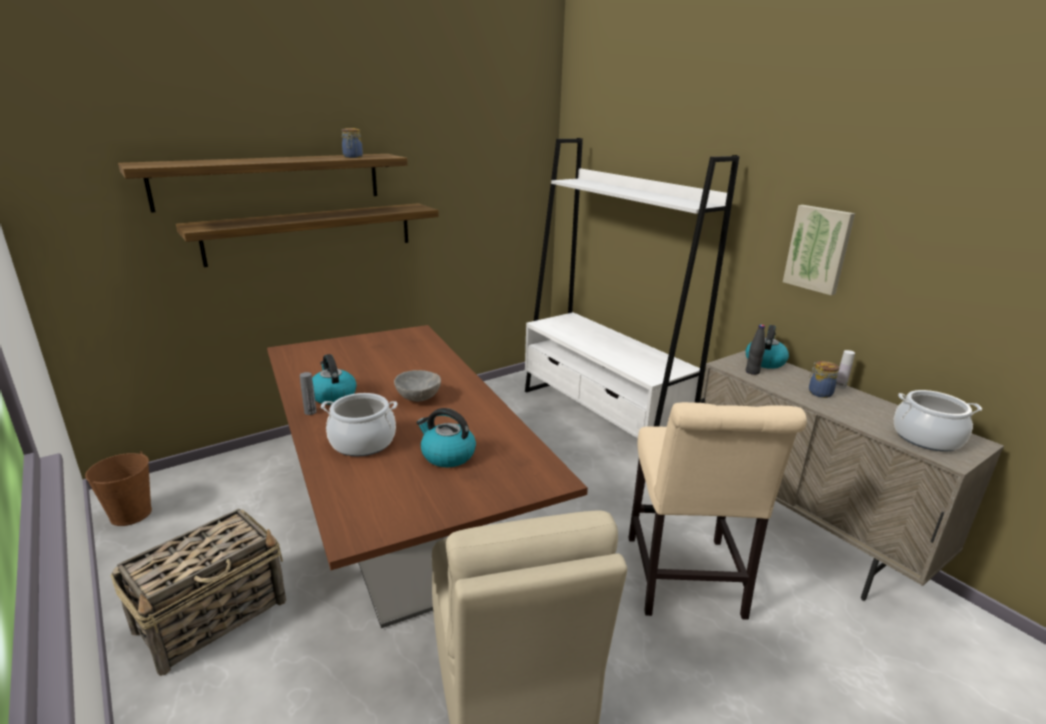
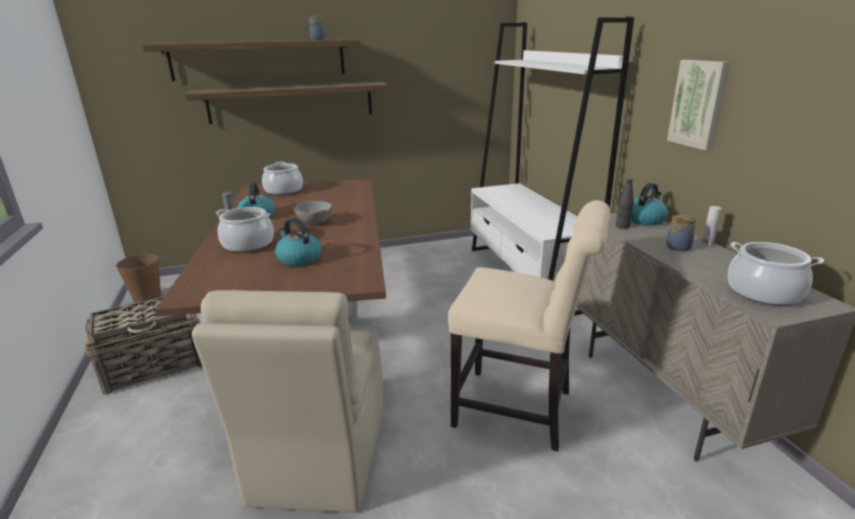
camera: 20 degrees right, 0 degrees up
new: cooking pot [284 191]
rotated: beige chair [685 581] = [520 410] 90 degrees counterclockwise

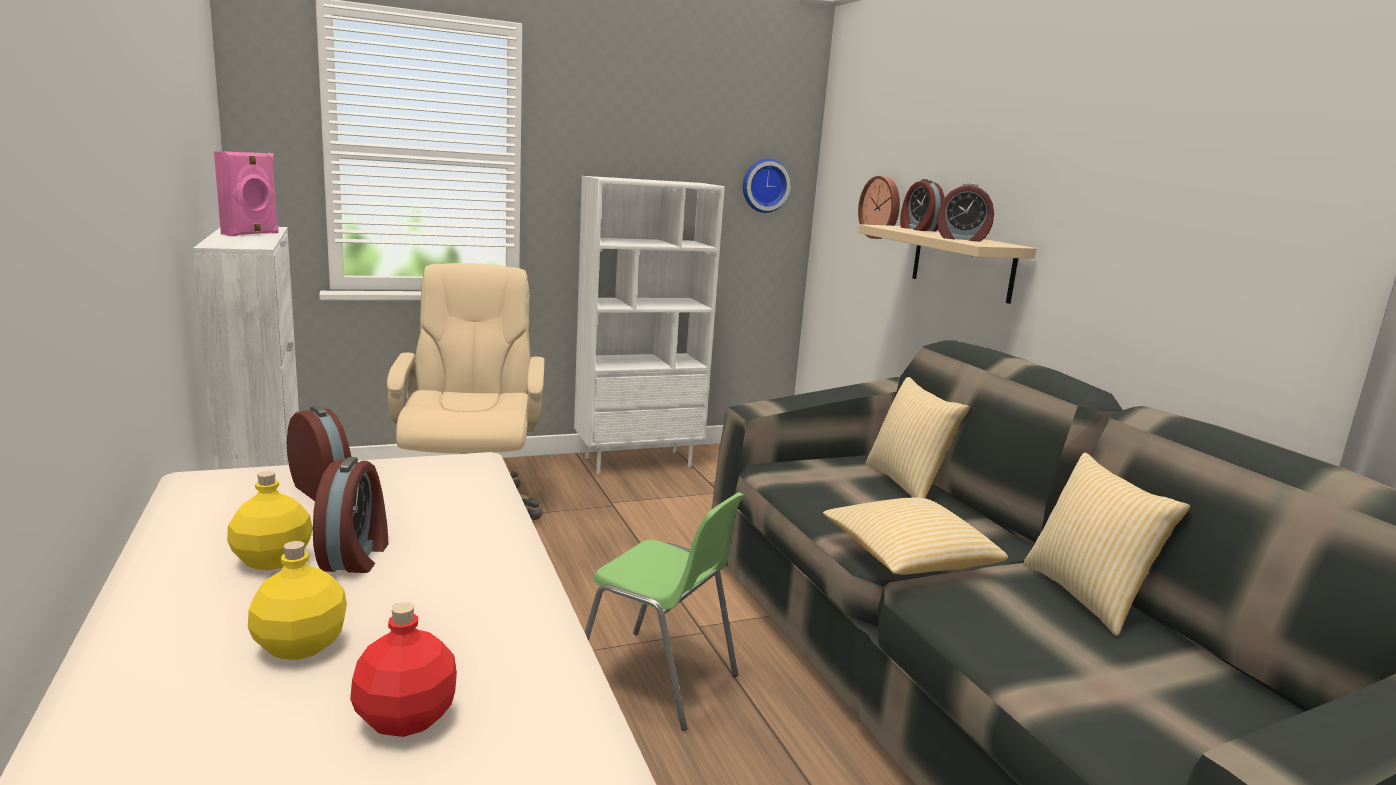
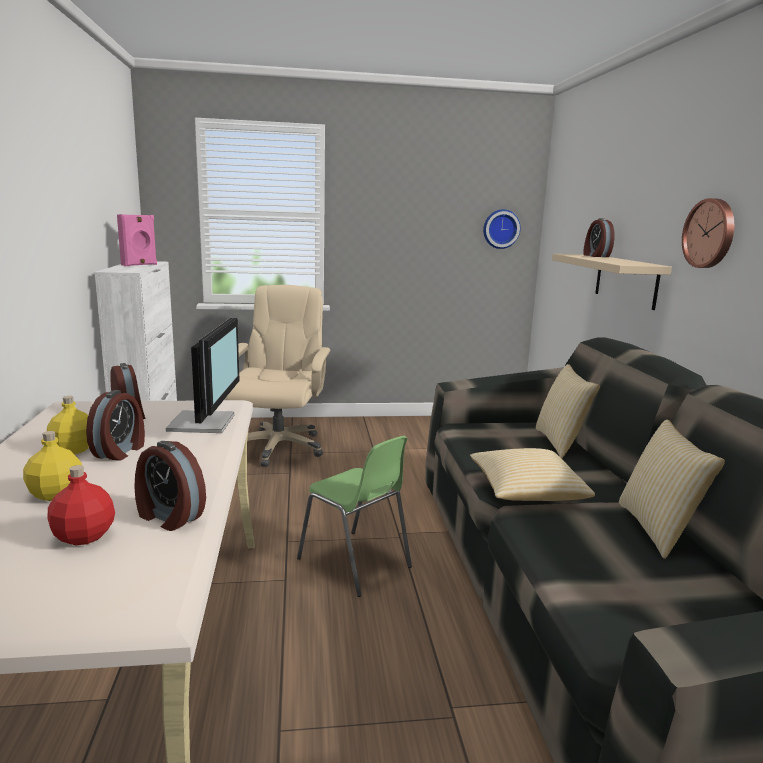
camera: 15 degrees right, 0 degrees up
gone: white bookcase [638 461]
new: monitor [205 422]
shifted: alarm clock [962 239] to [168 516]; wall clock [881 207] to [710 233]

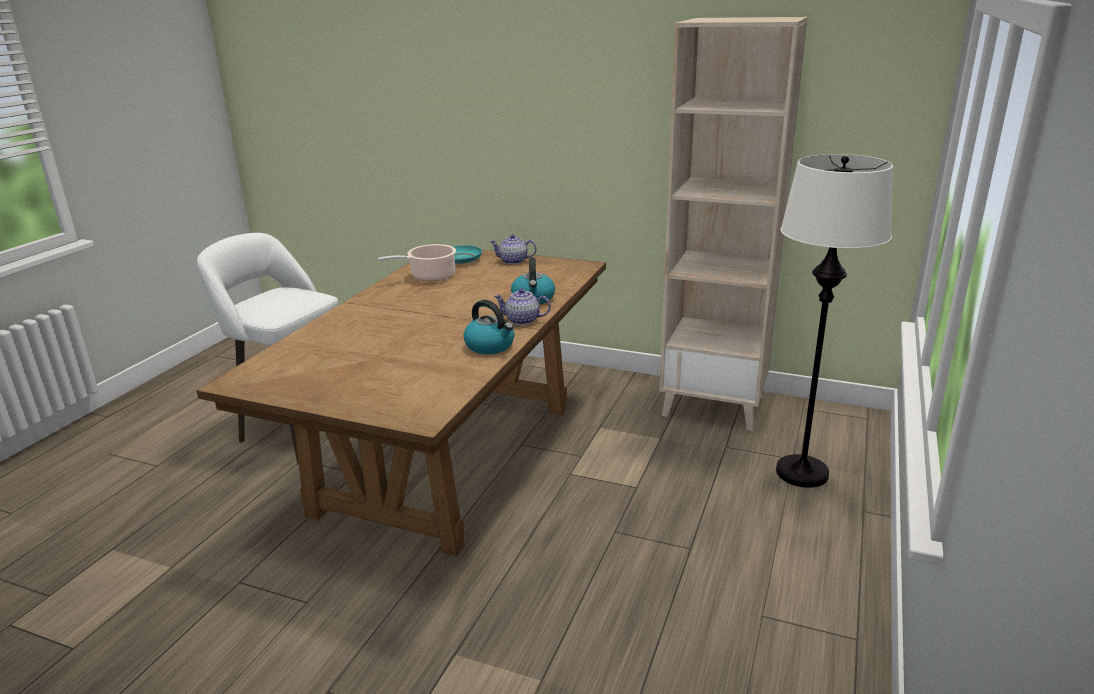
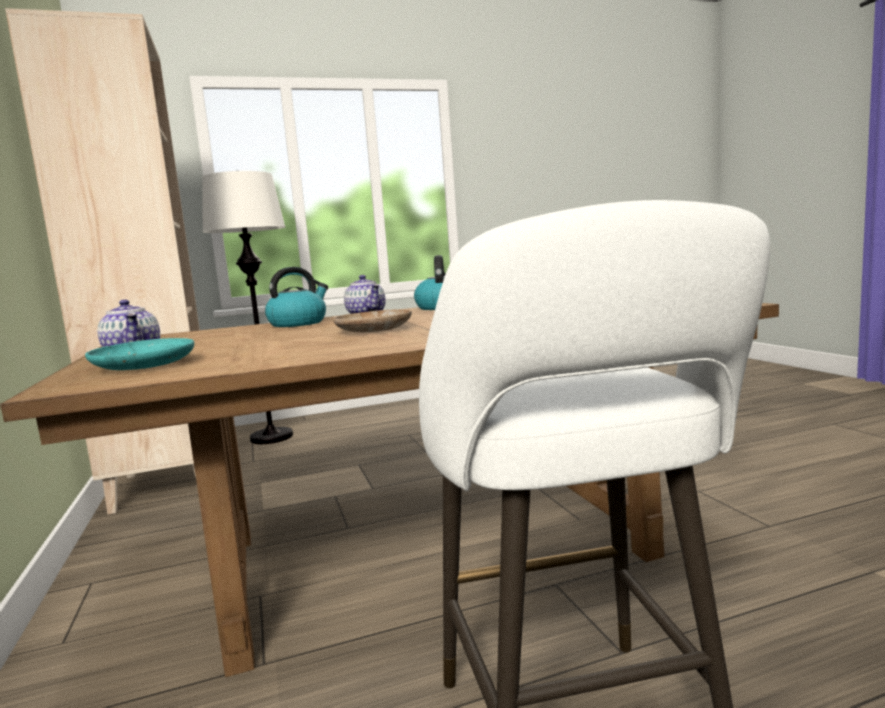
camera: 130 degrees left, 15 degrees down
gone: cooking pot [430 276]
new: beige plate [373 330]

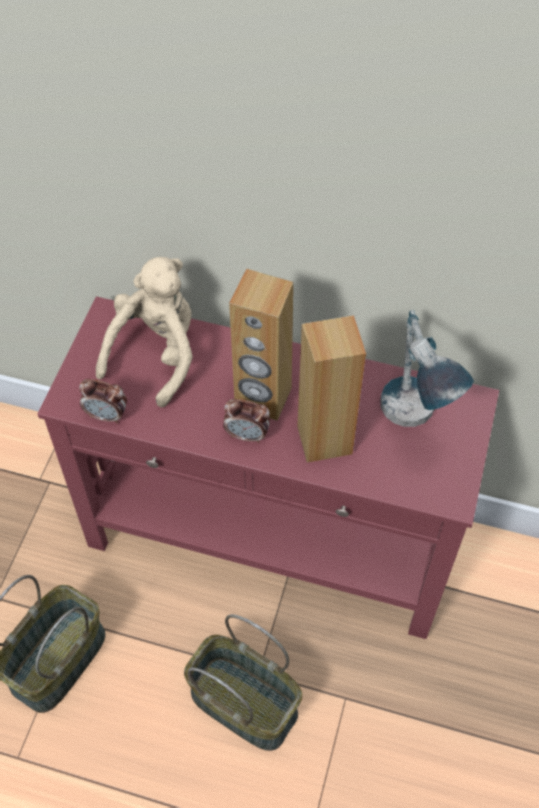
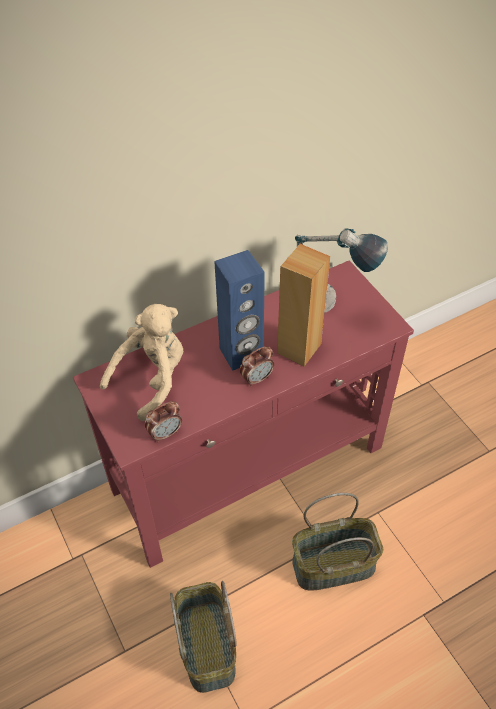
camera: 45 degrees left, 5 degrees down
repainted: brown speaker [263 398] to blue speaker [241 354]
rotated: beige plush toy [156 354] = [152 378] 60 degrees clockwise

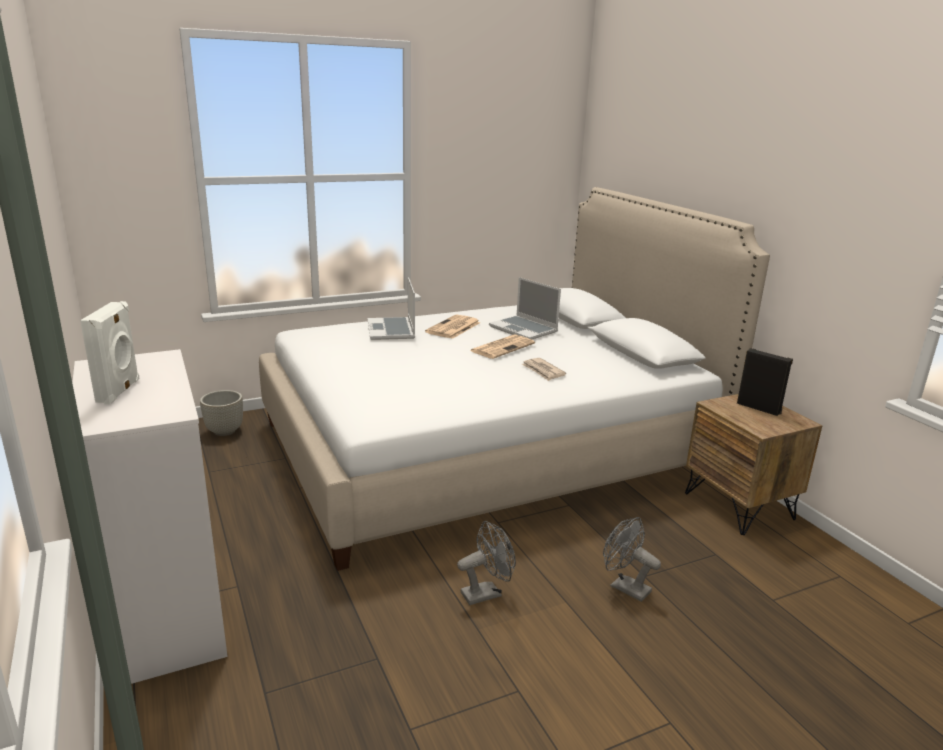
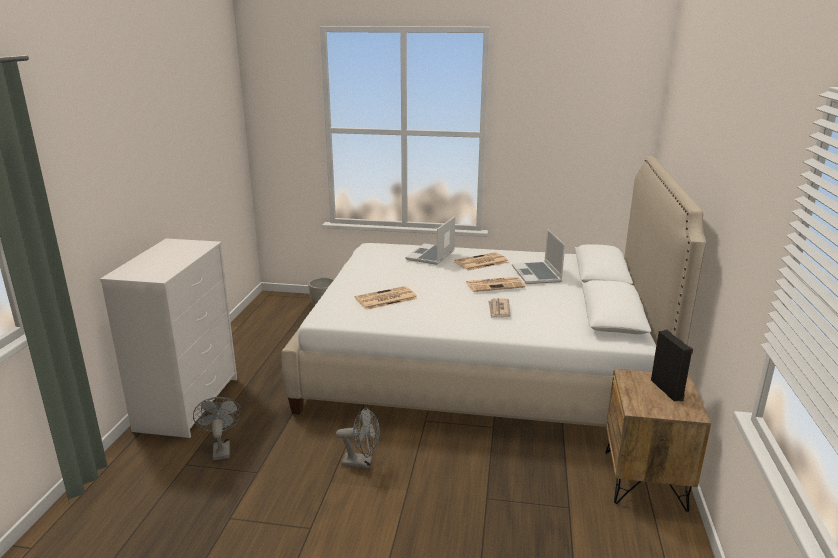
camera: 35 degrees right, 0 degrees up
gone: white speaker [120 391]
new: newspaper [385 299]
shifted: grey fan [624 587] to [221 448]

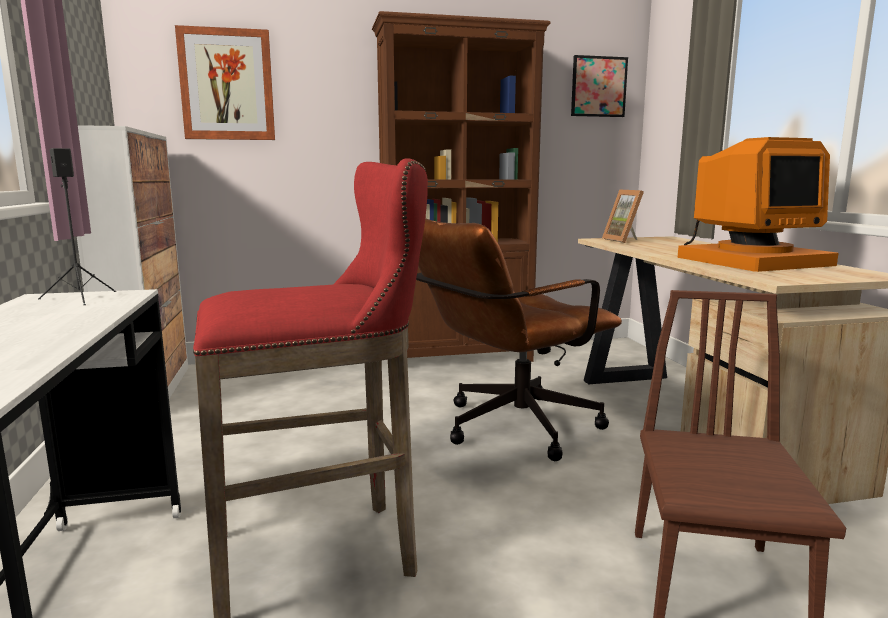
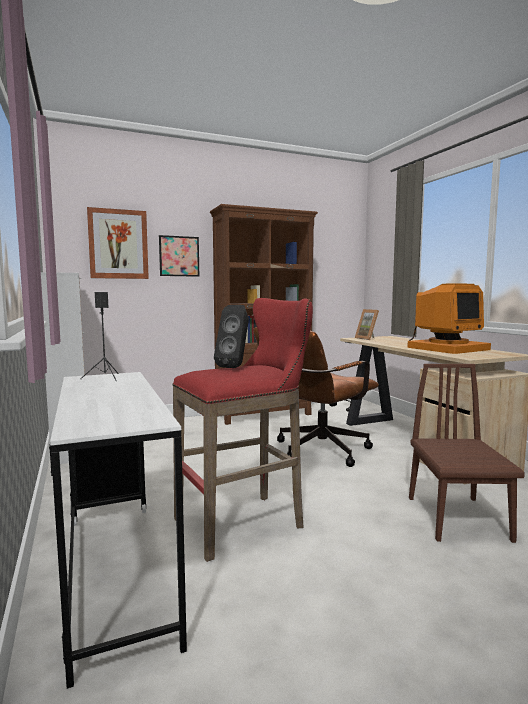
camera: 10 degrees left, 5 degrees down
new: black speaker [235 367]
shifted: picture [598 86] to [179 256]

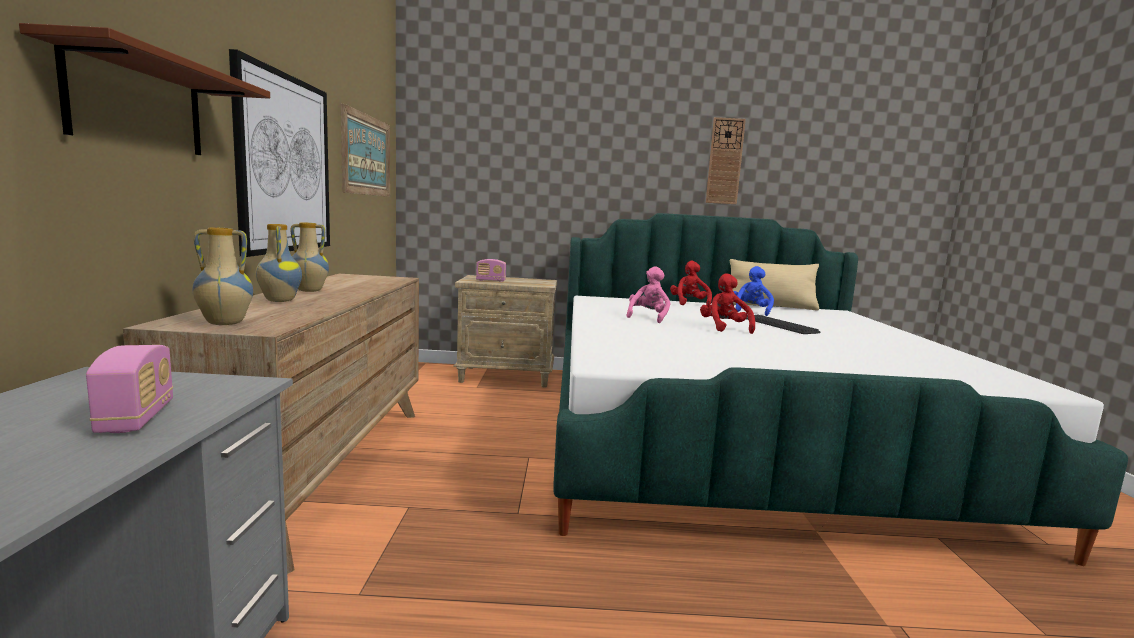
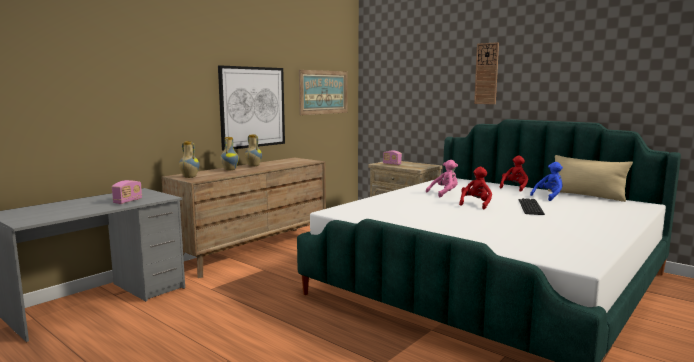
camera: 40 degrees right, 0 degrees up
gone: brown shelf [138 104]
shifted: wall clock [725 161] to [486 73]

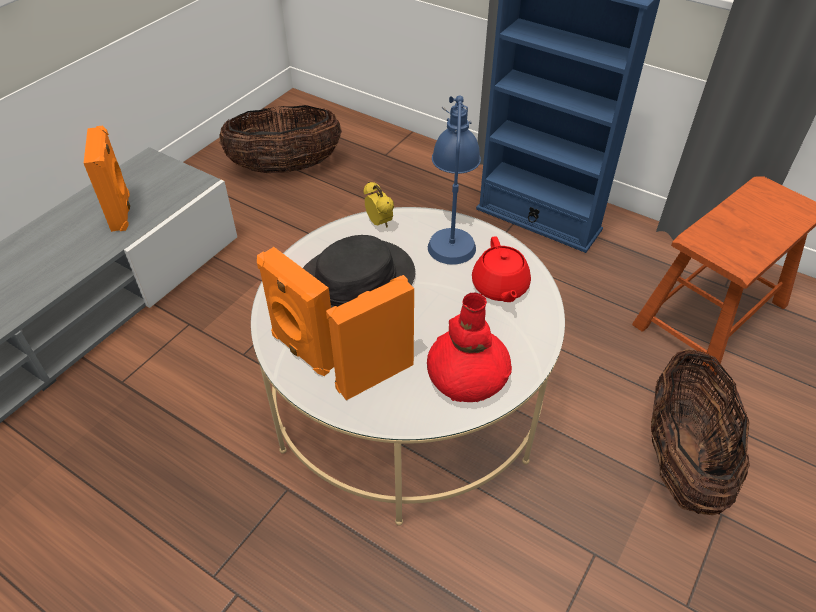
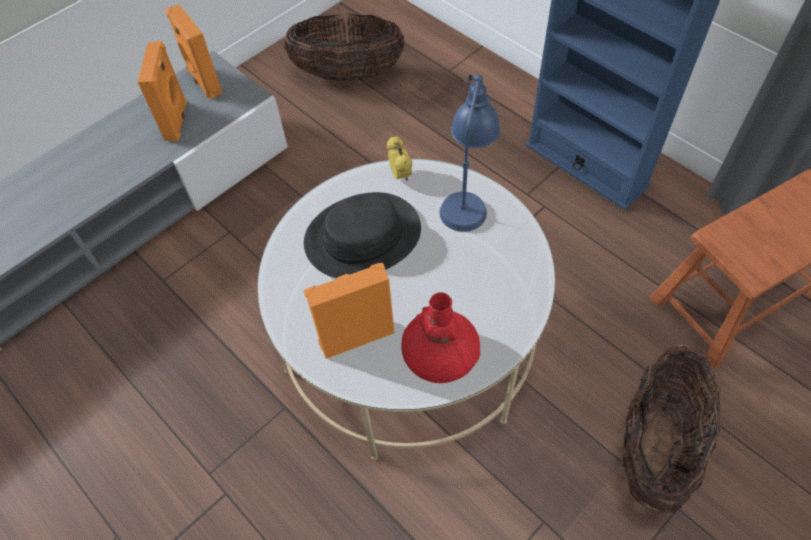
camera: 15 degrees right, 10 degrees up
gone: red teapot [499 287]
shifted: orange speaker [302 351] to [203 82]

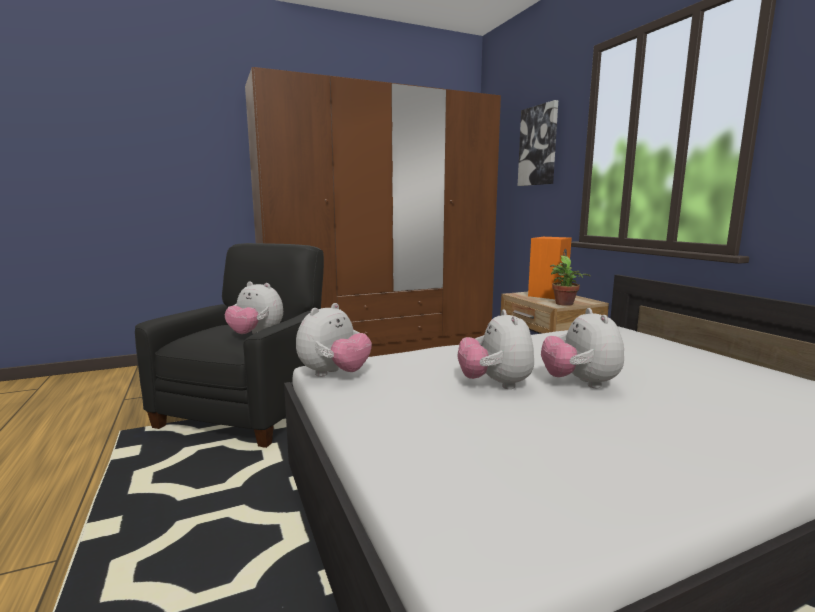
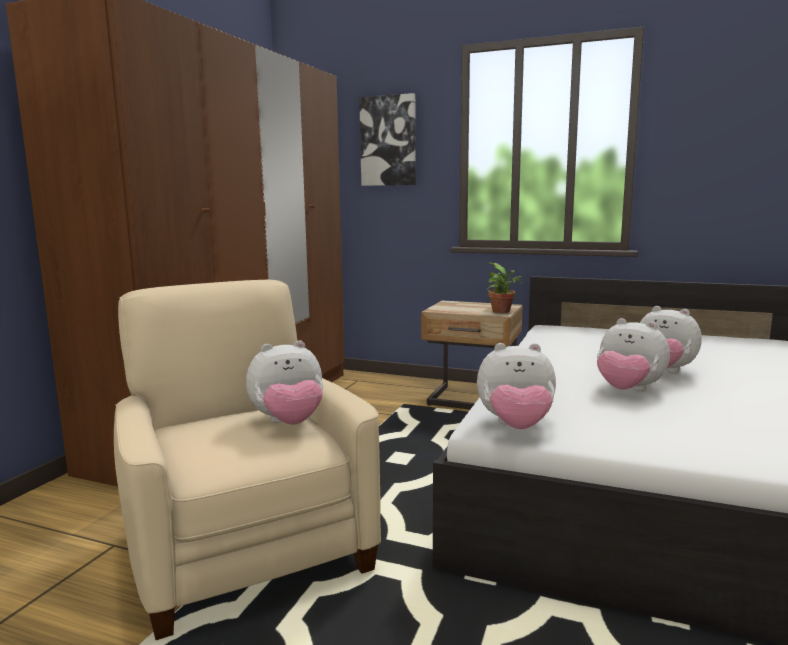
camera: 45 degrees left, 0 degrees up
gone: orange speaker [547 295]
repainted: black armchair [250 410] to beige armchair [246 547]
rotated: plush toy [334 374] = [516 426] 105 degrees clockwise

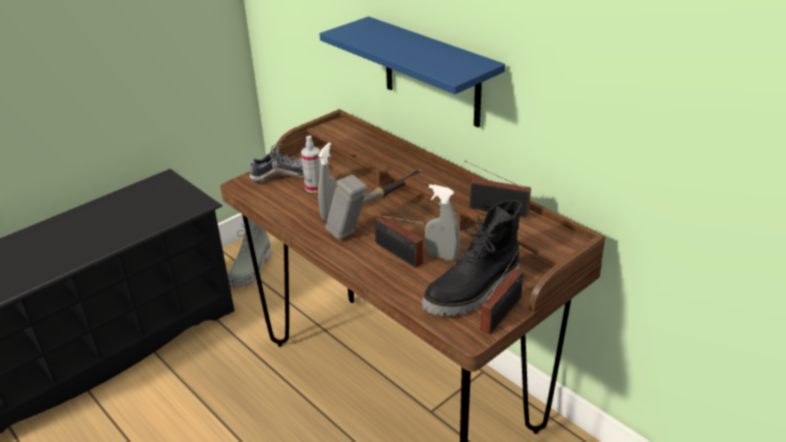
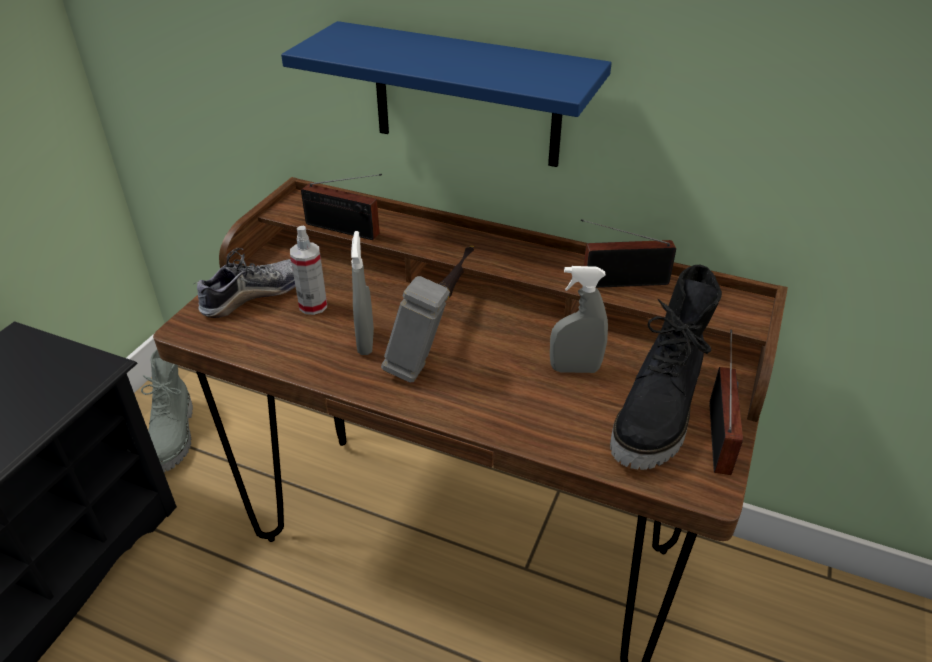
camera: 25 degrees left, 5 degrees up
shifted: radio [400 255] to [346 230]

